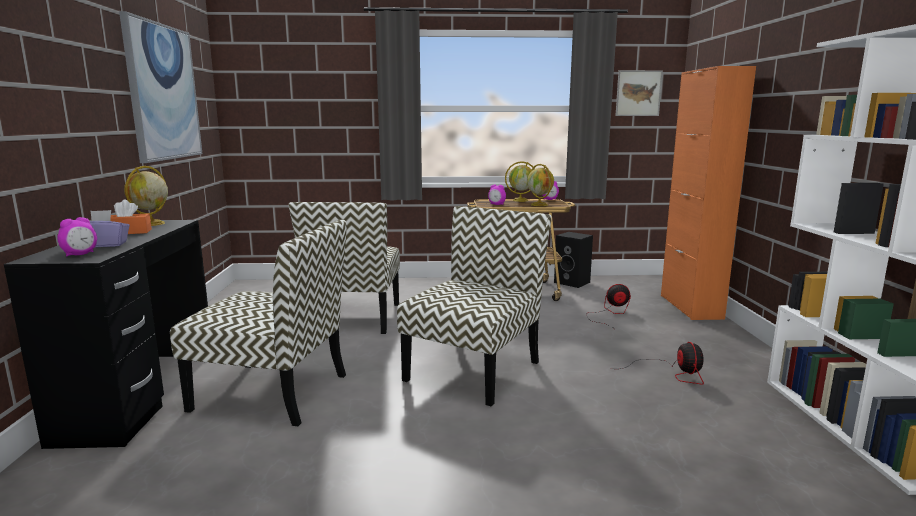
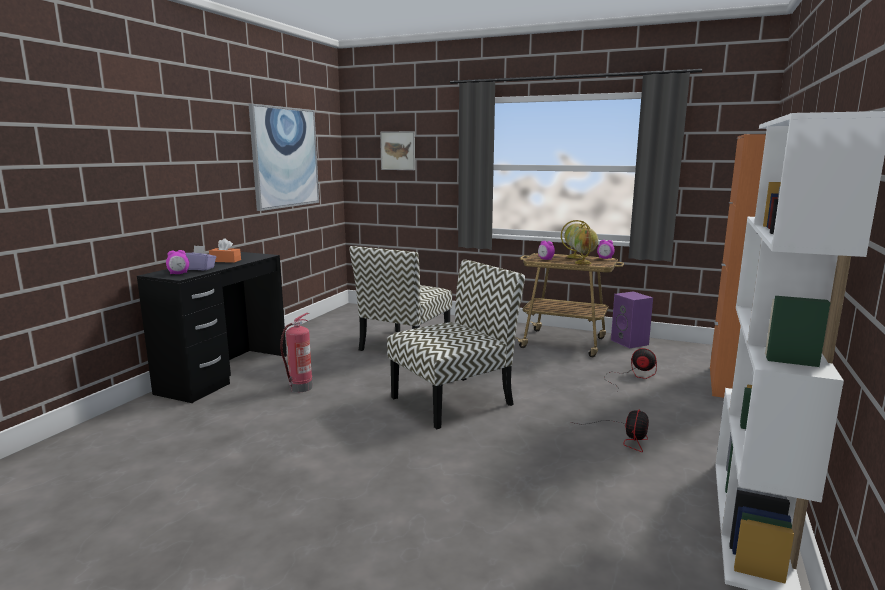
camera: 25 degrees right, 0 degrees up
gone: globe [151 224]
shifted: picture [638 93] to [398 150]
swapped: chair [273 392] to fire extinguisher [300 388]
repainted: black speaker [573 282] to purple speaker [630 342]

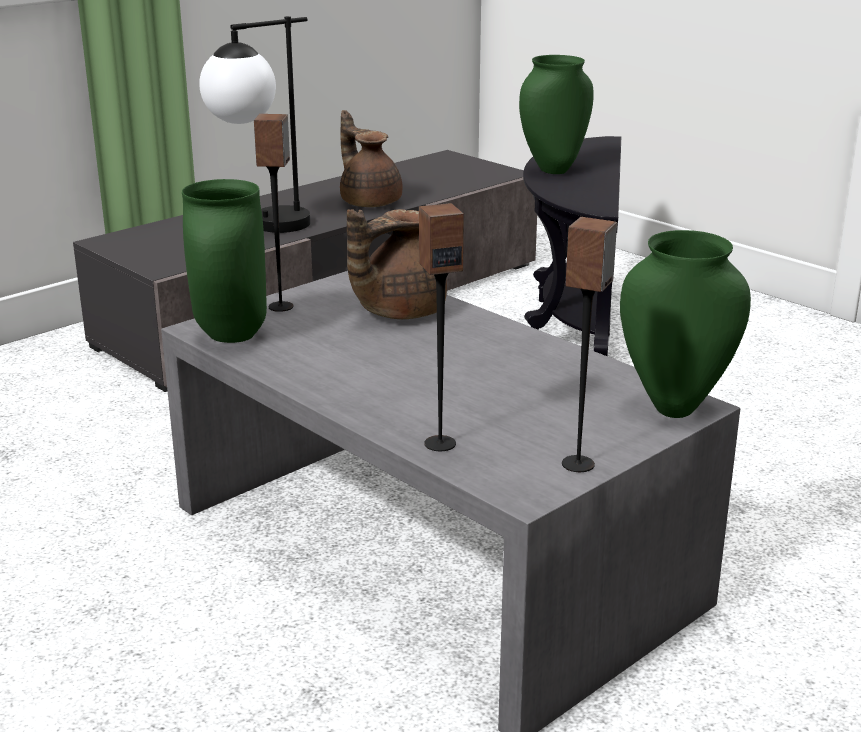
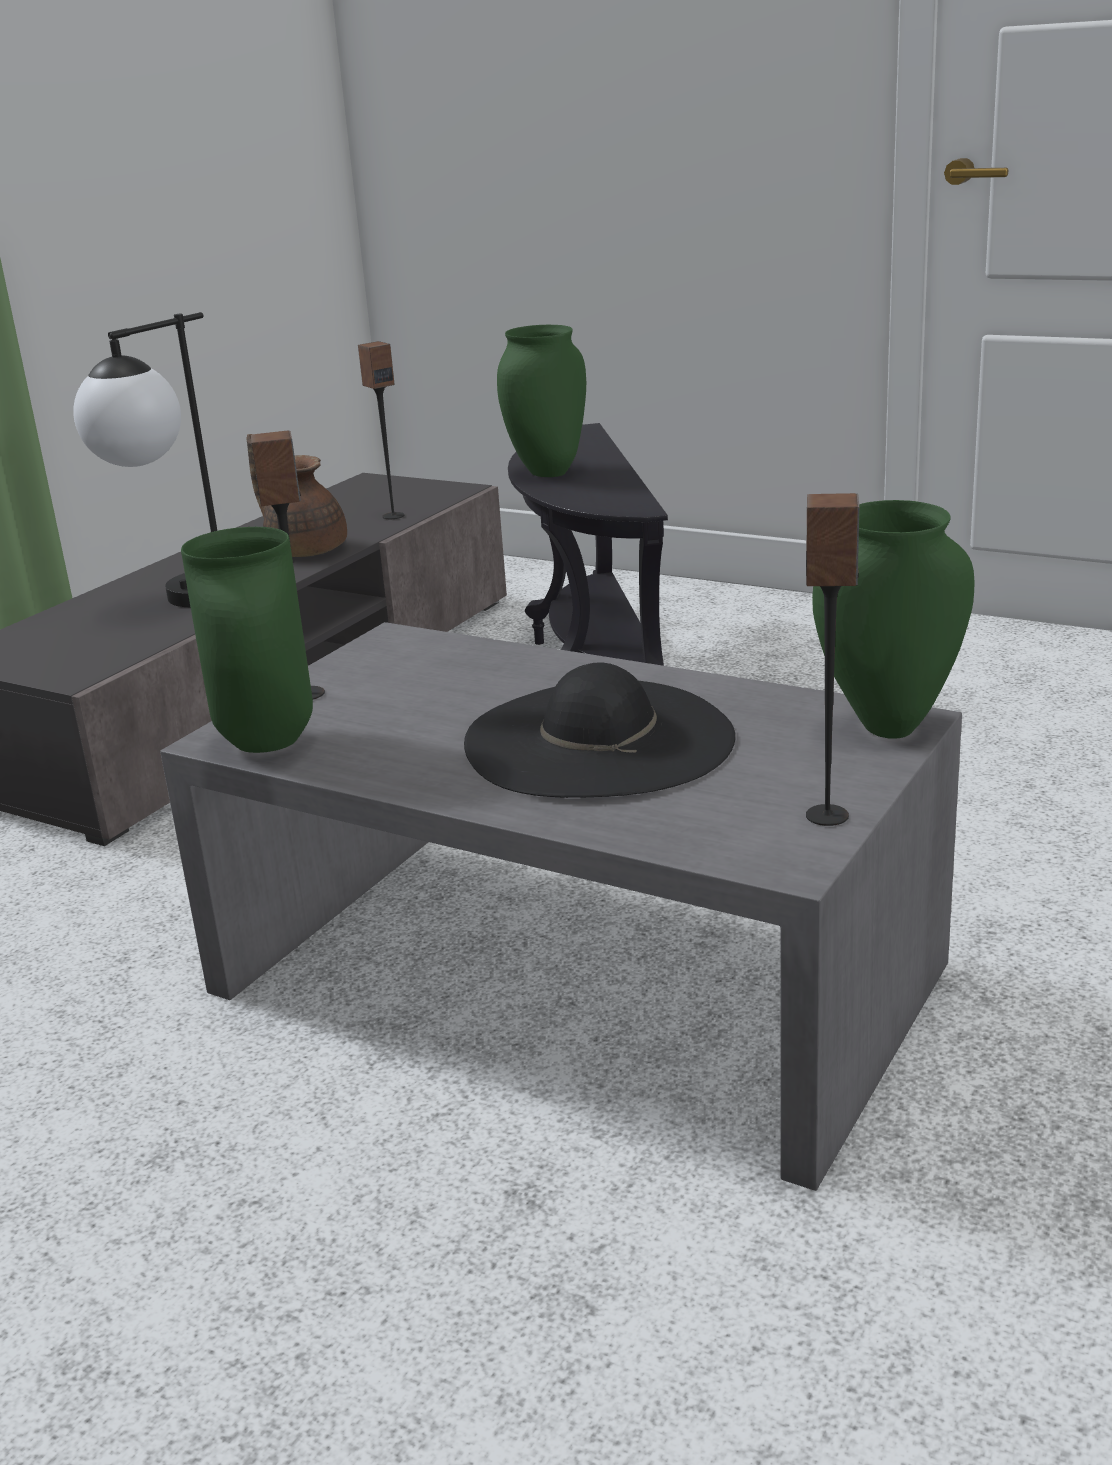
camera: 15 degrees left, 0 degrees up
gone: brown teapot [397 312]
new: black hat [598 739]
shifted: speaker [440 443] to [393 516]

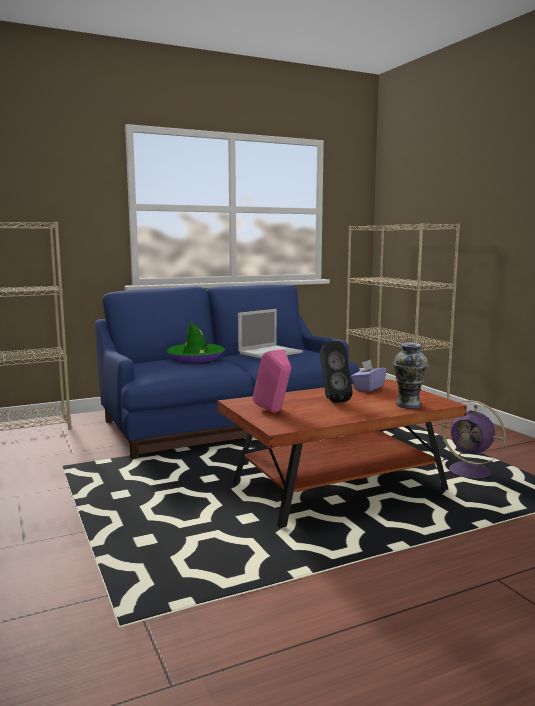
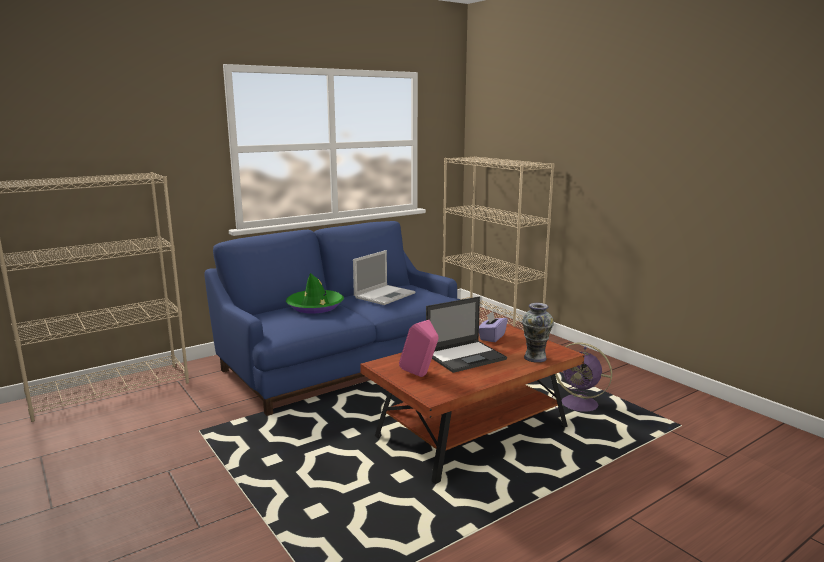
camera: 10 degrees left, 5 degrees up
swapped: black speaker [332 400] to laptop [466 356]

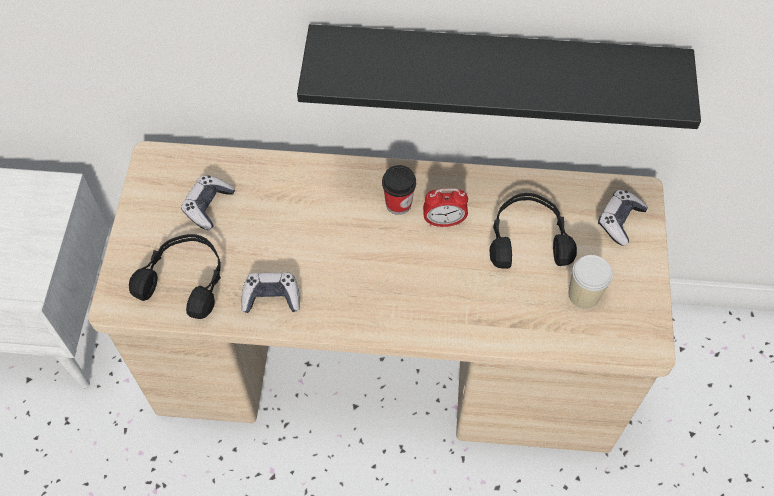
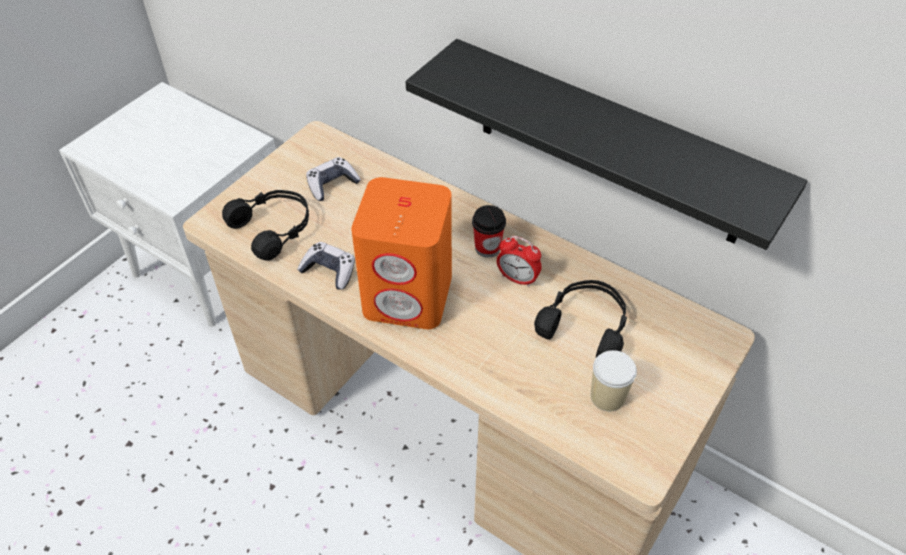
camera: 30 degrees right, 10 degrees down
gone: game controller [619 221]
new: orange speaker [409 295]

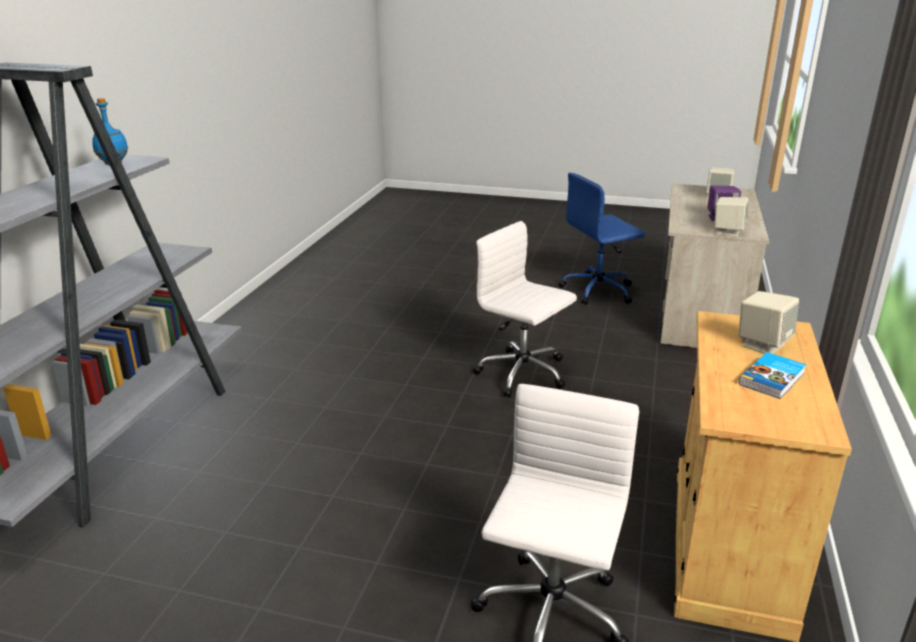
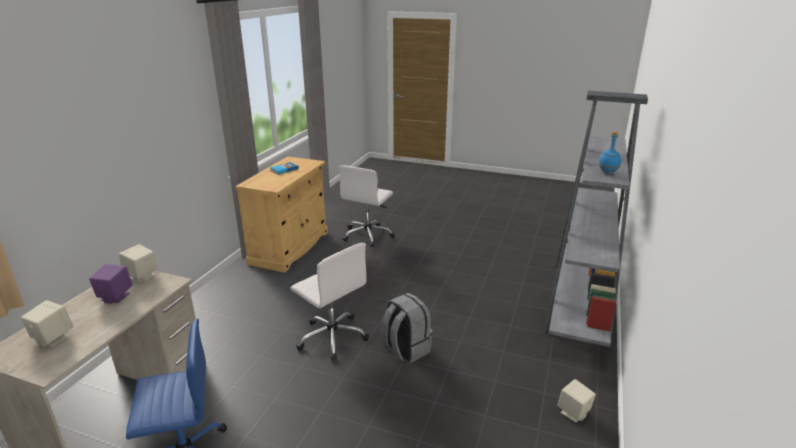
camera: 175 degrees left, 0 degrees up
new: grey backpack [405 349]
shifted: beige speaker [762 344] to [573 413]

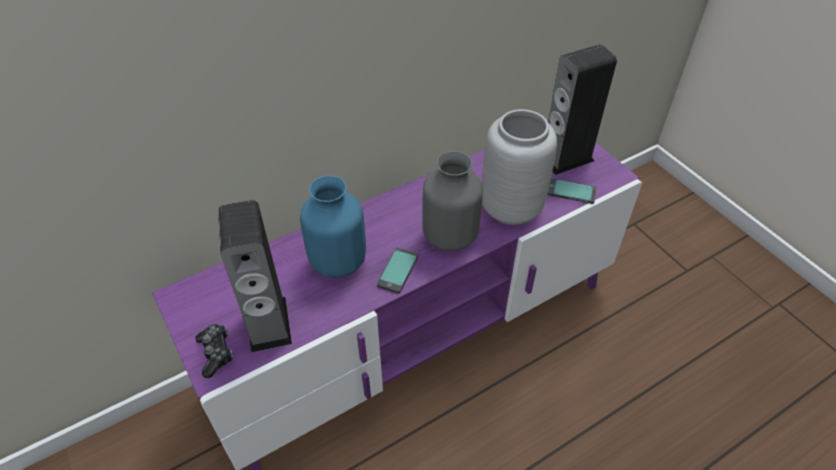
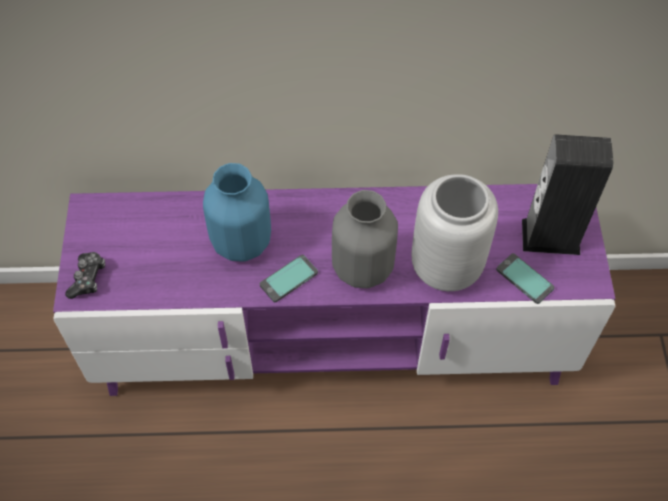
camera: 30 degrees right, 10 degrees up
gone: speaker [268 323]

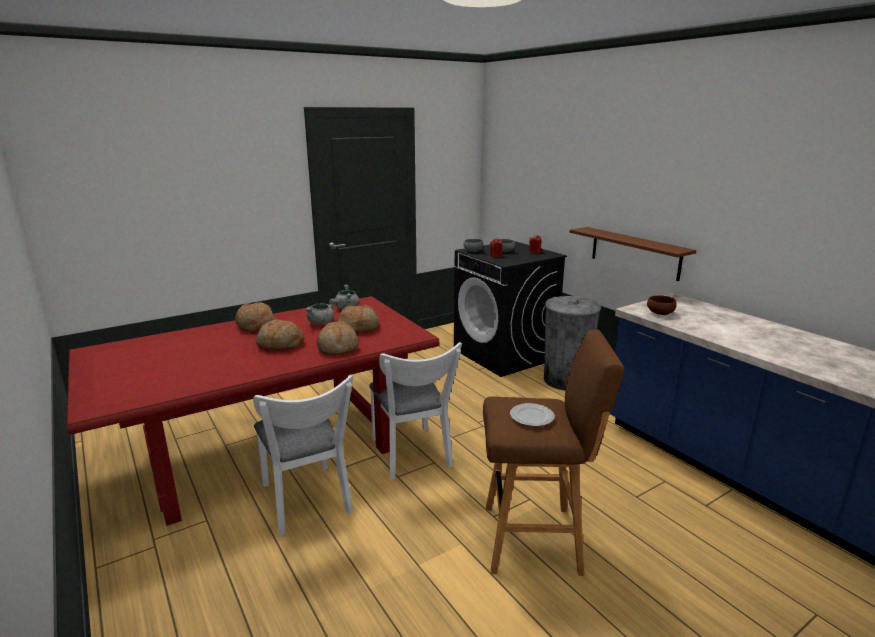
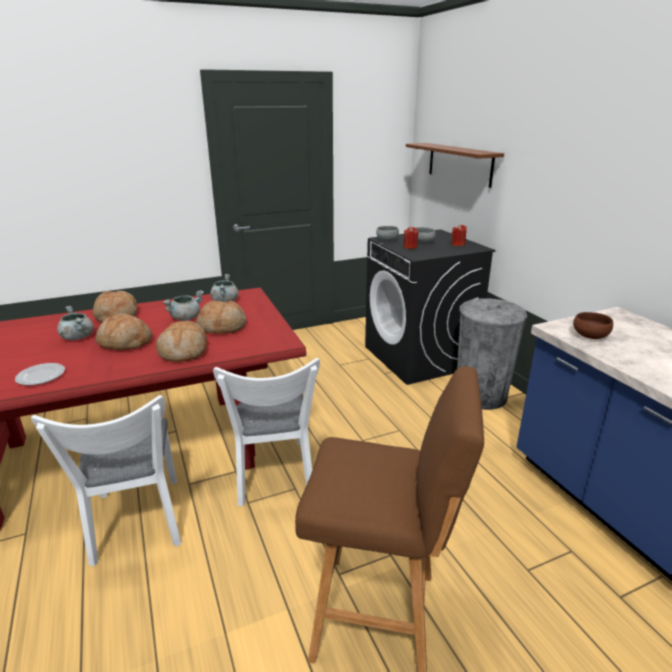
camera: 10 degrees right, 5 degrees up
new: grey cooking pot [77 337]
shifted: plate [531 417] to [40 376]; brown shelf [634 253] to [459 164]

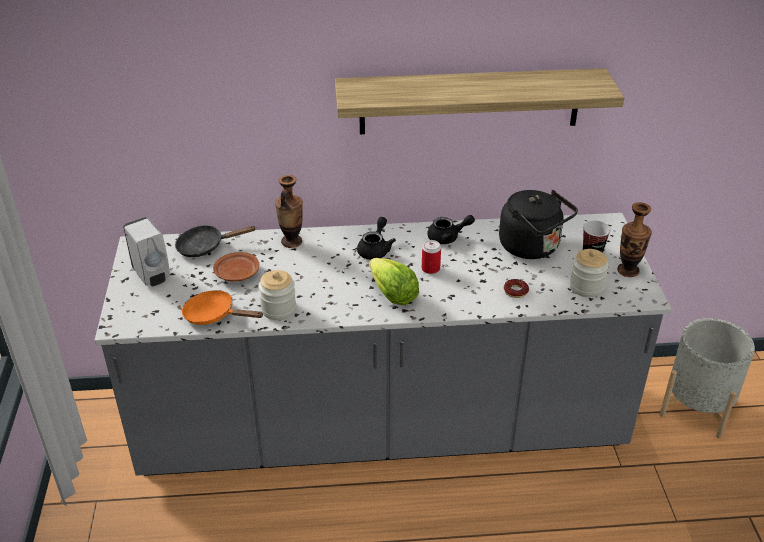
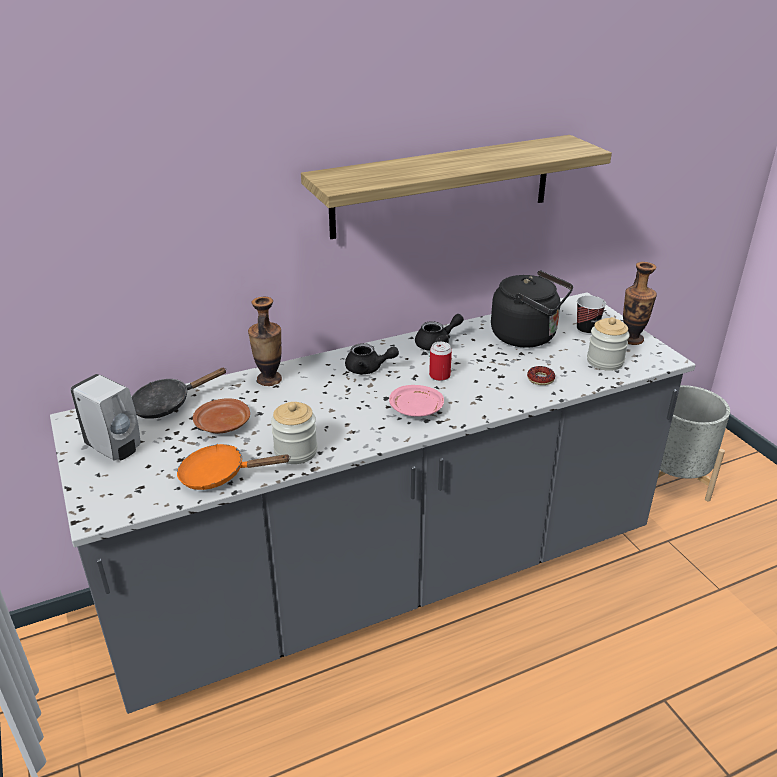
camera: 20 degrees left, 5 degrees down
swapped: lettuce [393 295] to pink plate [416 409]
rotated: black teapot [375 249] = [368 369] 105 degrees clockwise

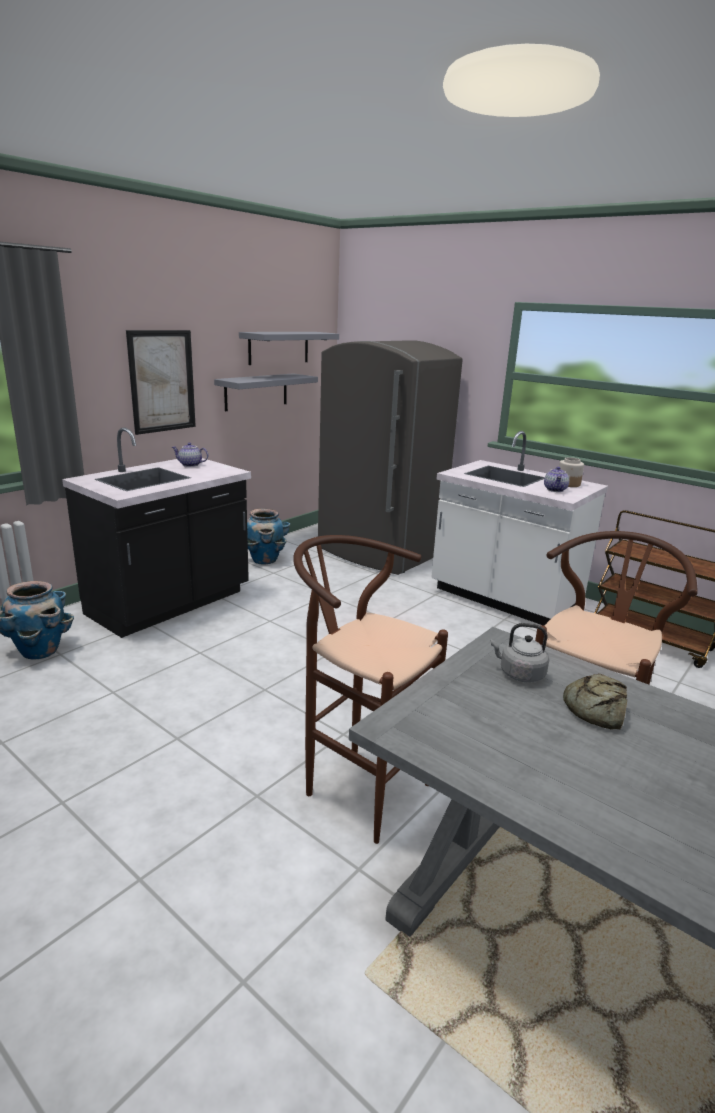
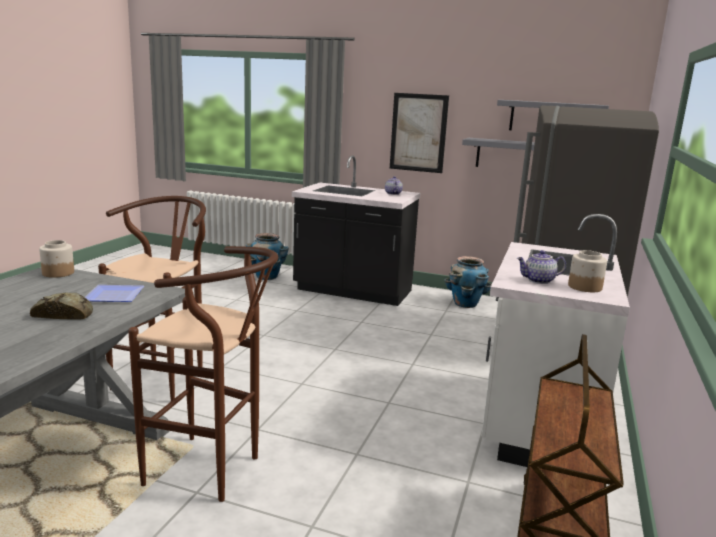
camera: 70 degrees right, 5 degrees down
new: jar [58 273]
swapped: grey kettle [519 674] to plate [113 295]

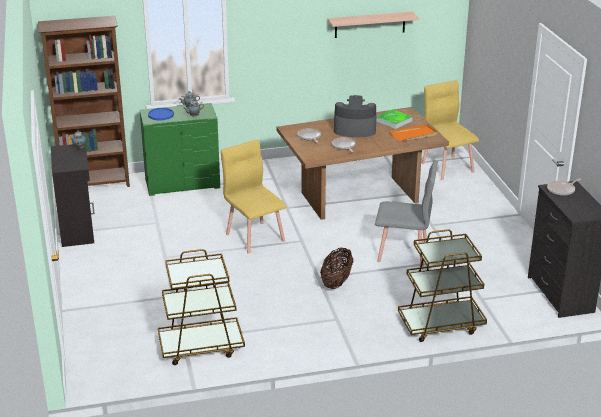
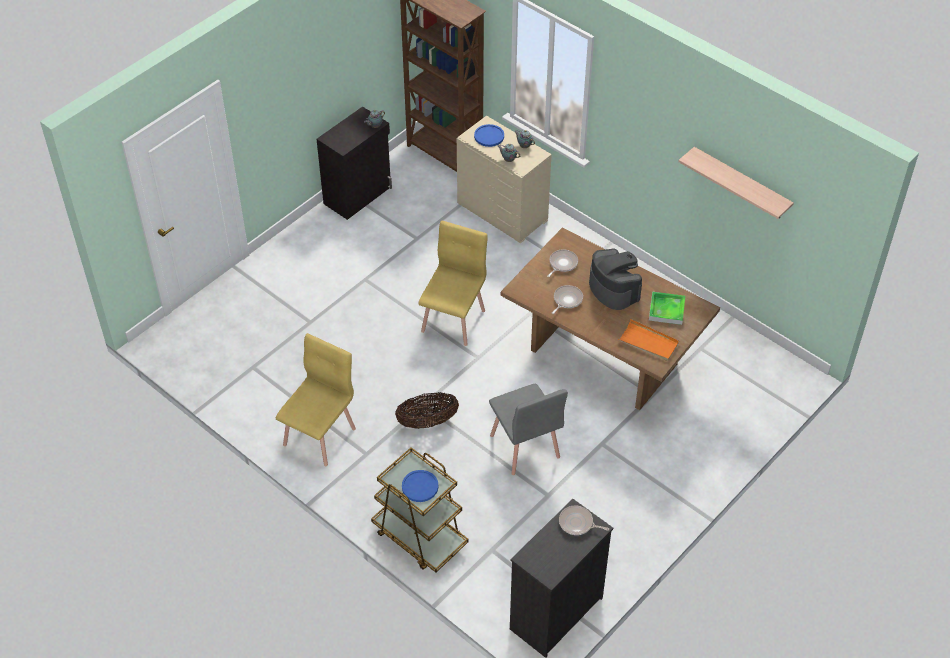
camera: 55 degrees right, 20 degrees up
gone: brown cart [201 347]
new: blue plate [420 486]
shifted: yellow chair [447 167] to [320 436]
repainted: green dresser [182 183] to beige dresser [503 212]

